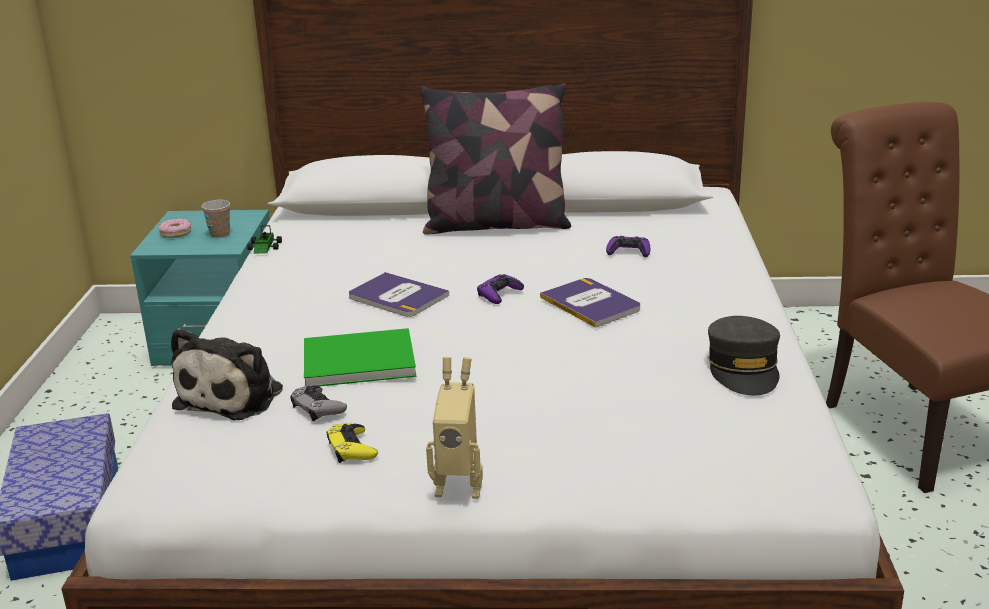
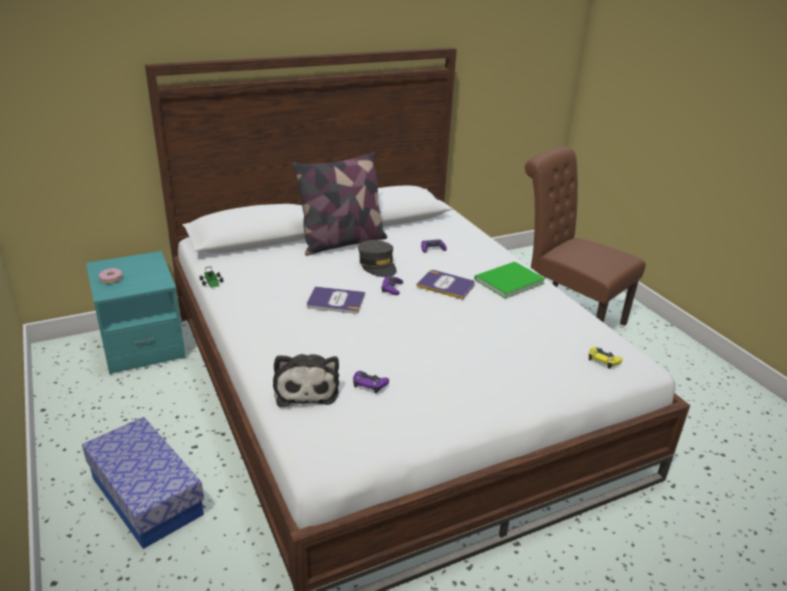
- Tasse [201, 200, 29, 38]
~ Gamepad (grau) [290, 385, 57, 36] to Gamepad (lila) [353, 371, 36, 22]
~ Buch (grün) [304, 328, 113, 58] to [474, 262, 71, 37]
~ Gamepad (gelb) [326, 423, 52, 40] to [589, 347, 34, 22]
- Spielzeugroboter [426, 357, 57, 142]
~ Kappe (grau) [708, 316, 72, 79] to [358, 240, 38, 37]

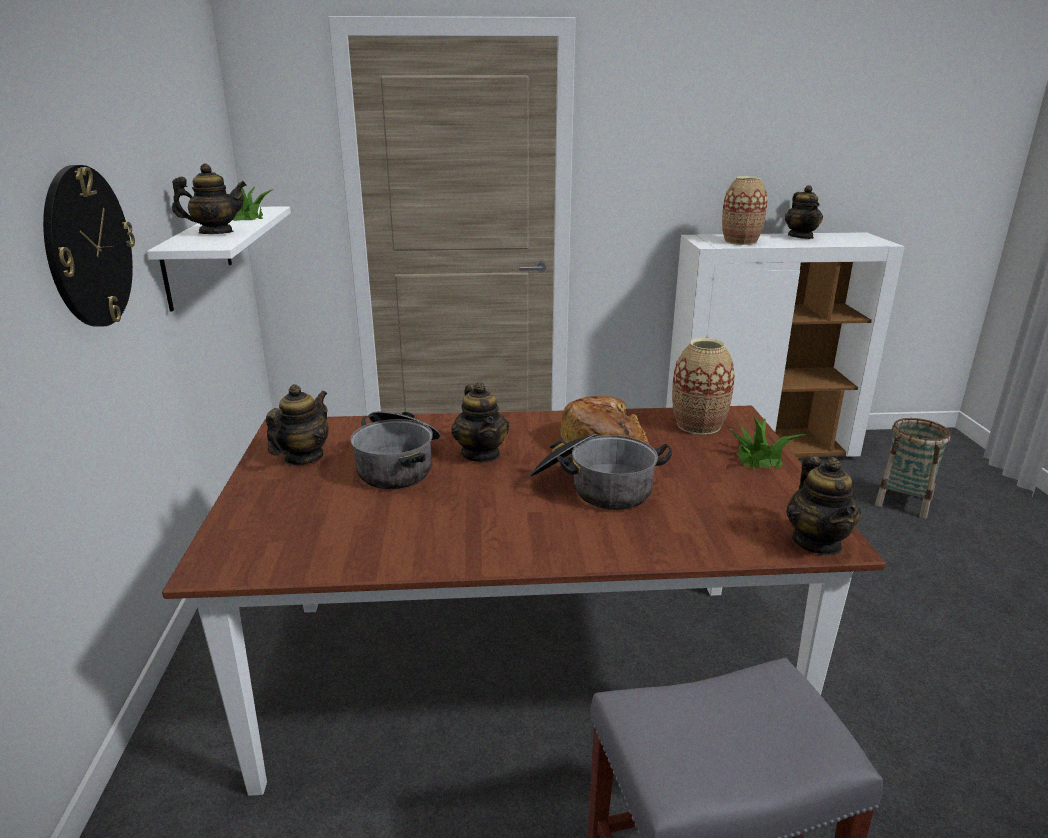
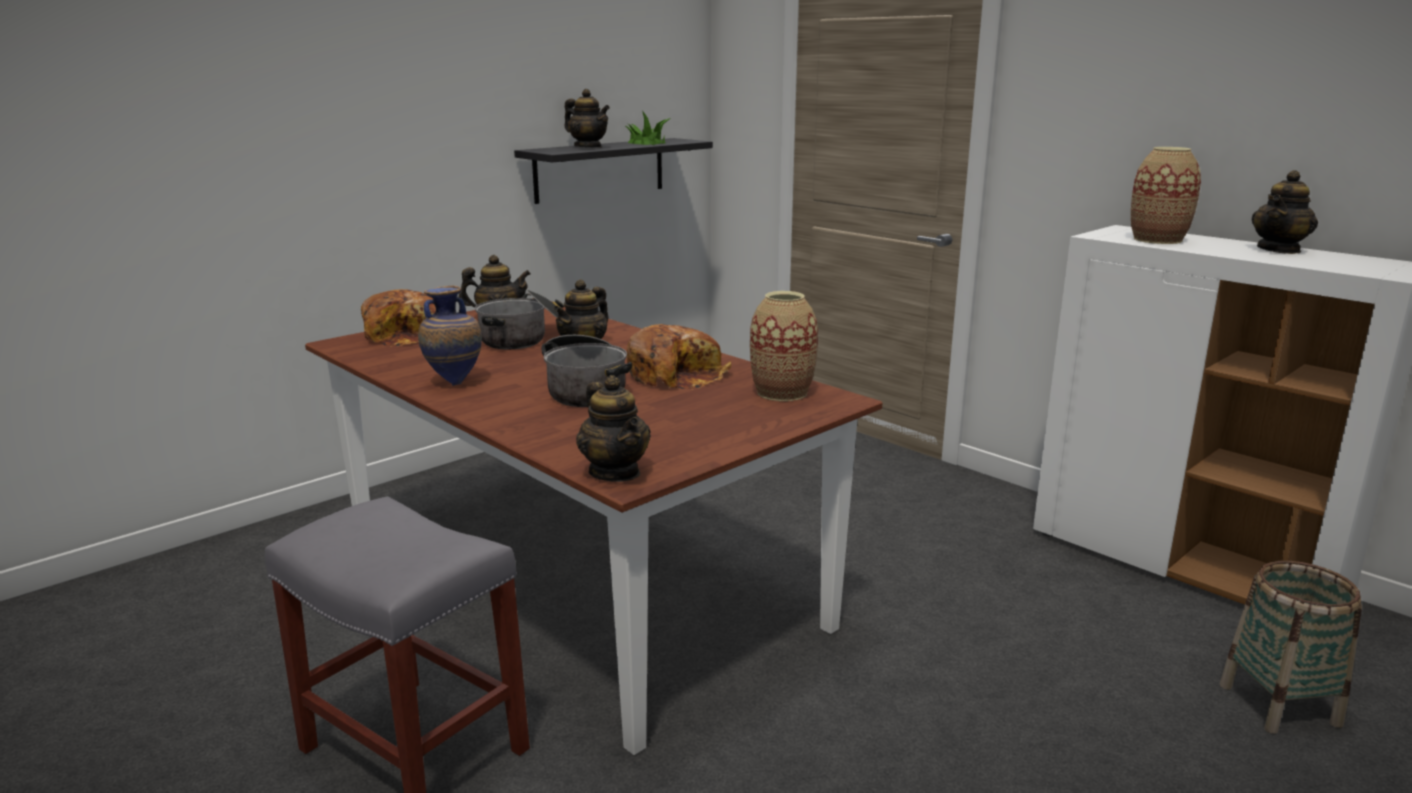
- Wanduhr [43, 165, 92, 162]
~ Wandregal (weiß) [147, 206, 144, 106] to Wandregal (schwarz) [514, 138, 199, 66]
- Topfpflanze [729, 416, 76, 54]
~ Teekanne [786, 455, 75, 101] = [576, 375, 75, 107] 75 degrees counterclockwise
+ Brot [361, 289, 75, 58]
+ Vase [418, 286, 64, 100]

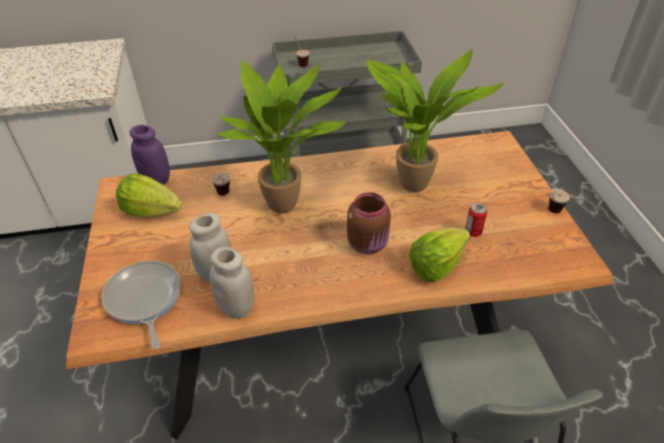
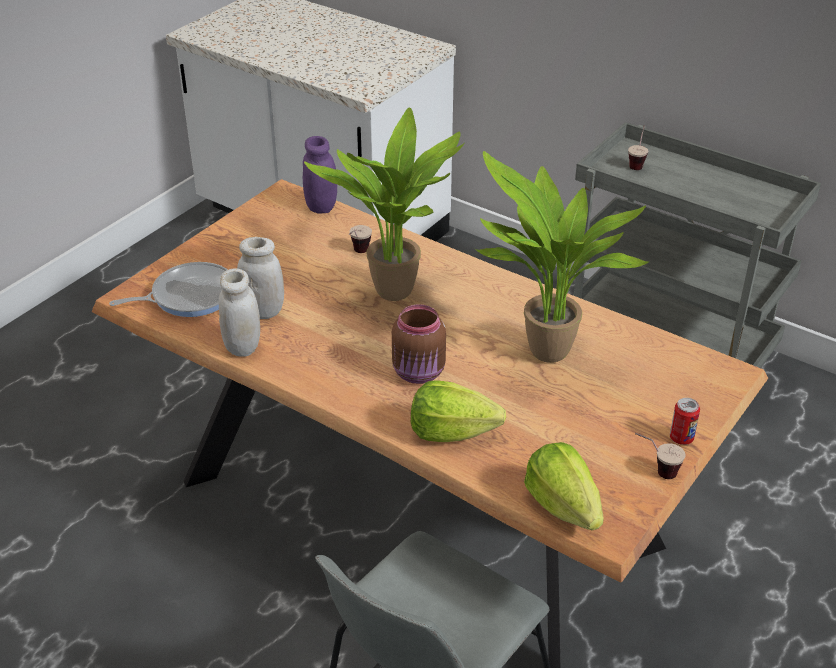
~ Pfanne [102, 261, 79, 88] = [109, 262, 119, 55] 45 degrees clockwise
~ Salatkopf [116, 174, 67, 44] to [524, 442, 80, 88]
~ Dose [465, 203, 22, 34] to [670, 398, 30, 47]

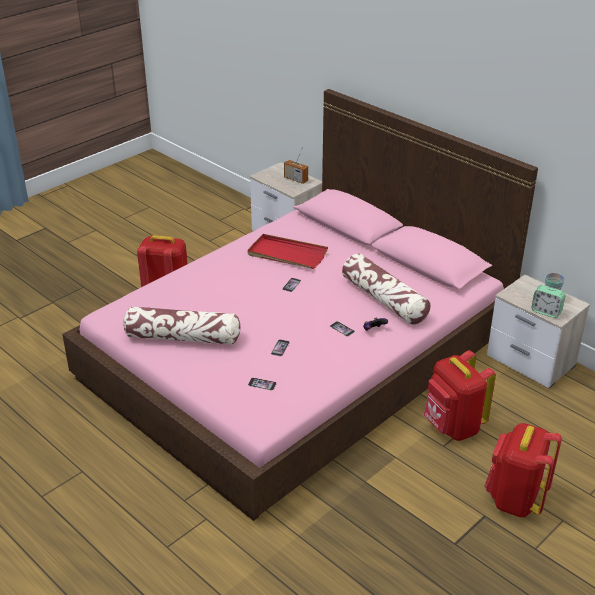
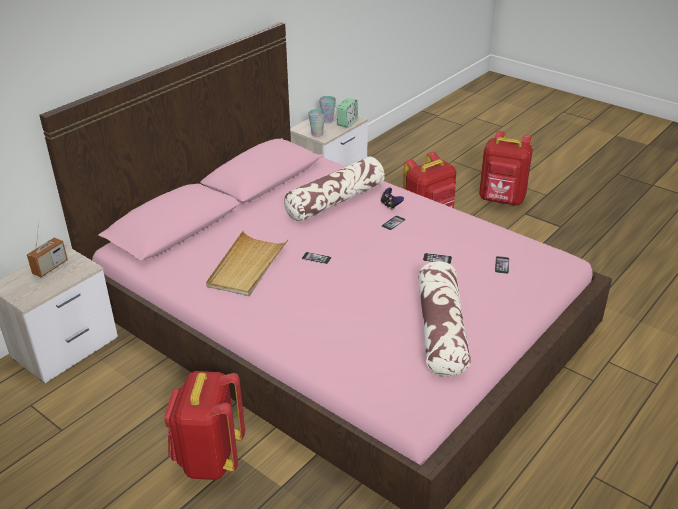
~ Tablett (rot) [247, 234, 81, 35] to Tablett (beige) [206, 231, 82, 65]
+ Tasse [308, 109, 17, 28]

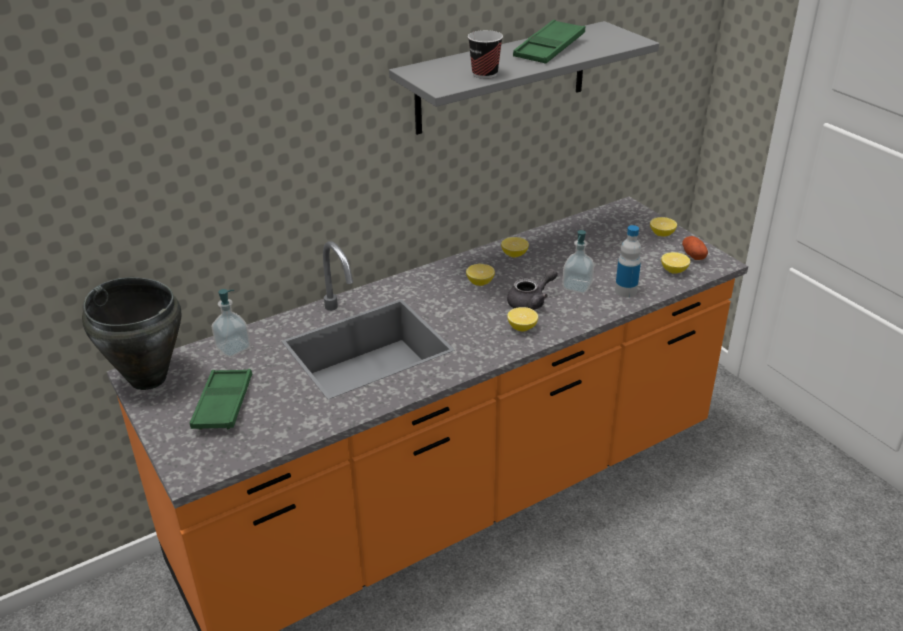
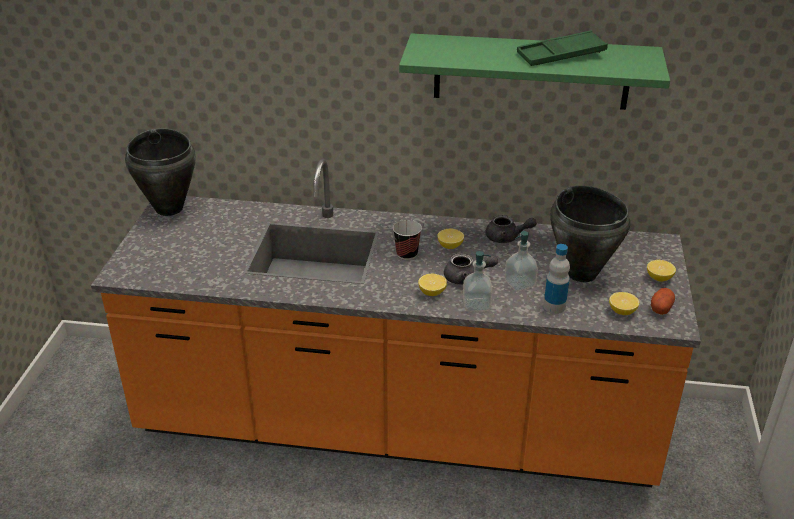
- Tablett (grün) [190, 369, 62, 61]
~ Seifenspender [212, 289, 39, 68] to [463, 251, 29, 61]
~ Wandregal (grau) [389, 21, 270, 114] to Wandregal (grün) [399, 33, 271, 77]
~ Tasse [468, 30, 35, 49] to [393, 220, 29, 40]
~ Zitrone [501, 237, 28, 20] to Teekanne (grau) [486, 215, 51, 28]
+ Kochtopf (schwarz) [550, 186, 80, 96]

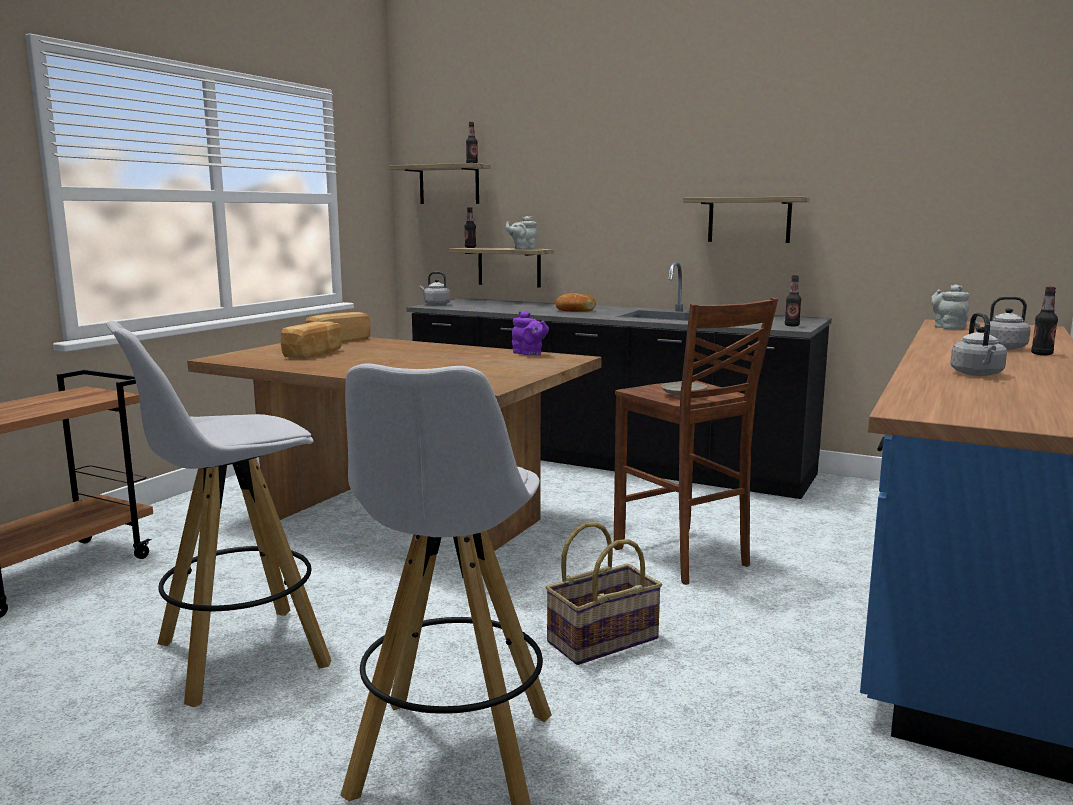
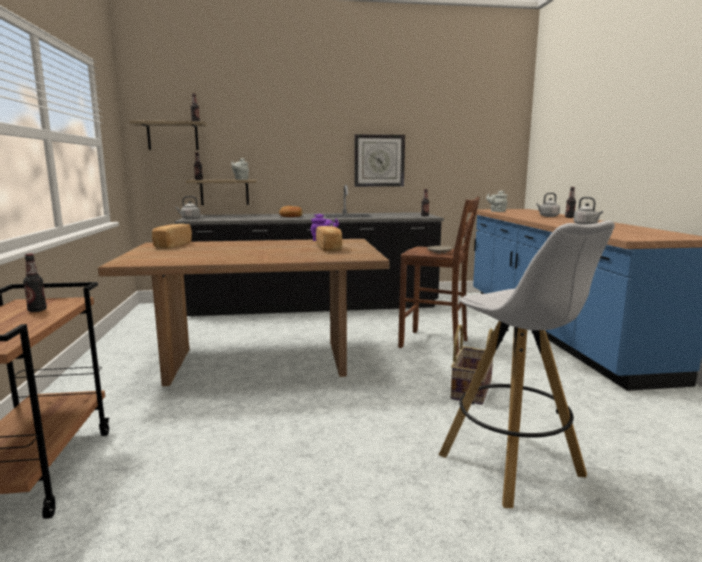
- Hocker (weiß) [106, 321, 226, 386]
~ Brot [281, 322, 61, 36] to [316, 226, 26, 25]
~ Wandregal [683, 197, 127, 46] to Wanduhr [354, 134, 51, 53]
+ Flasche [23, 254, 24, 58]

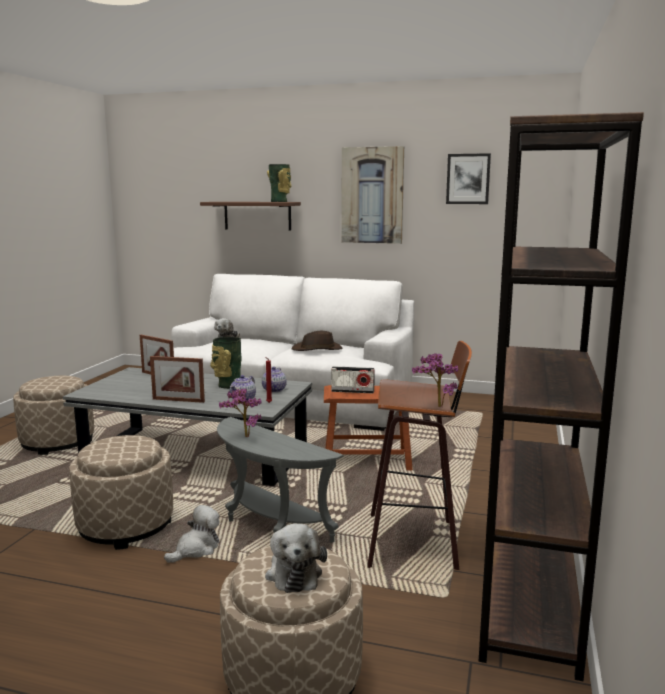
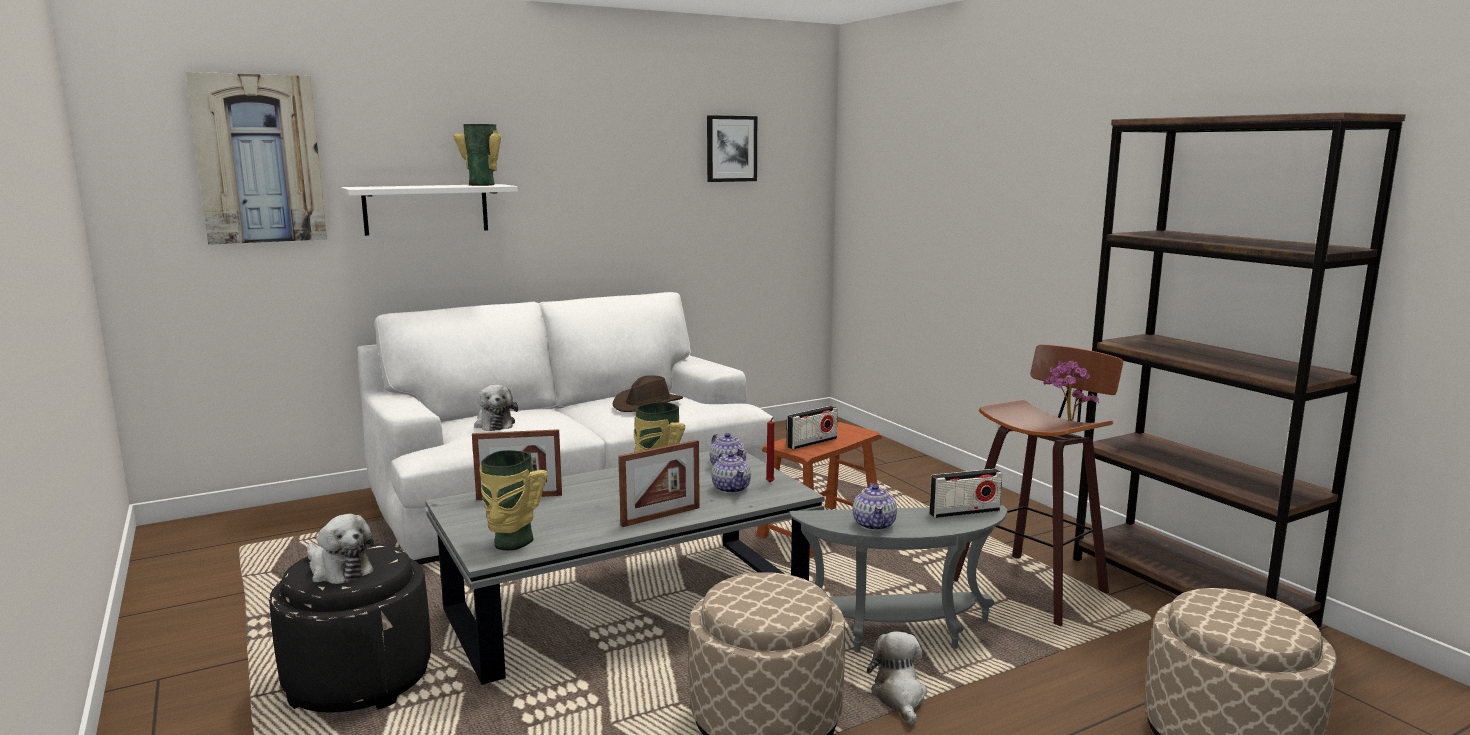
~ Polsterhocker (beige) [13, 376, 81, 79] to Polsterhocker (schwarz) [269, 543, 162, 170]
~ Wandregal (braun) [200, 202, 101, 29] to Wandregal (weiß) [341, 184, 177, 52]
~ Topfpflanze [219, 388, 43, 49] to Teekanne [853, 483, 44, 48]
~ Plüschtier [265, 523, 62, 70] to [307, 514, 67, 70]
~ Bild [341, 146, 63, 98] to [186, 72, 141, 173]
+ Vase [479, 450, 69, 101]
+ Radio [929, 469, 73, 49]

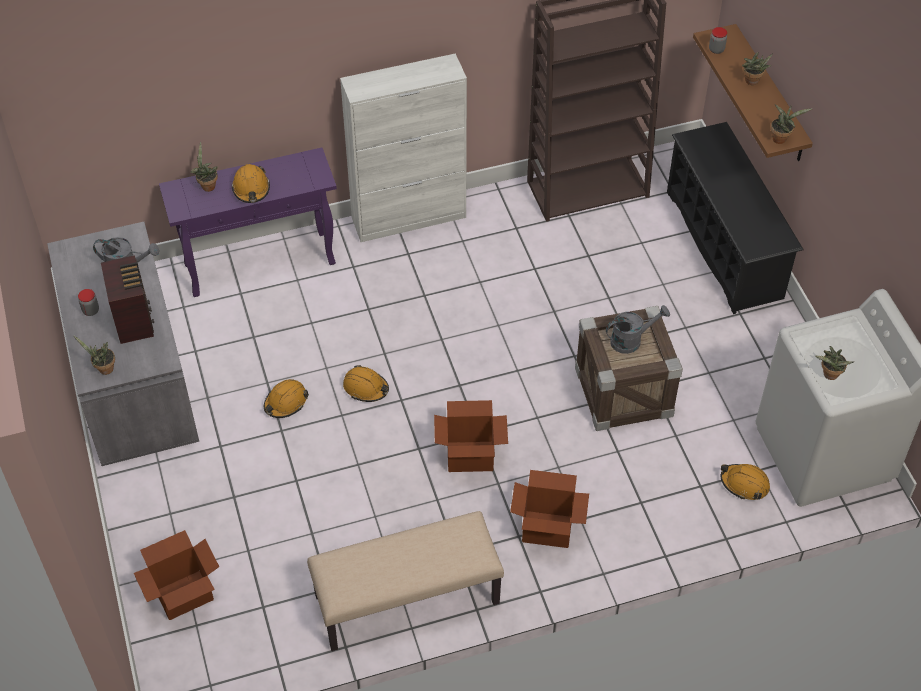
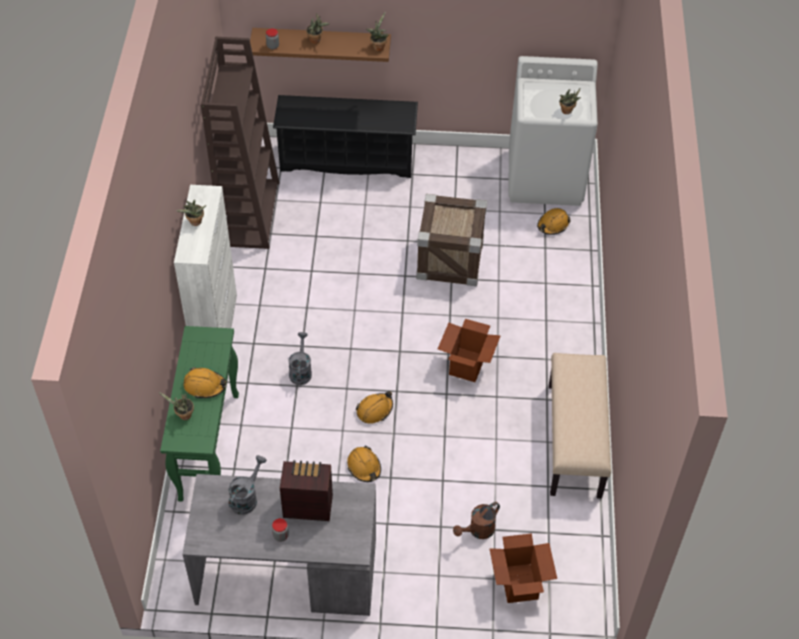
~ Topfpflanze [73, 335, 42, 40] to [176, 200, 31, 26]
~ Konsolentisch (lila) [159, 148, 178, 149] to Konsolentisch (grün) [160, 326, 79, 176]
- Karton [510, 470, 79, 78]
~ Gießkanne (grau) [606, 305, 64, 49] to [288, 332, 24, 53]
+ Gießkanne (braun) [453, 502, 47, 37]

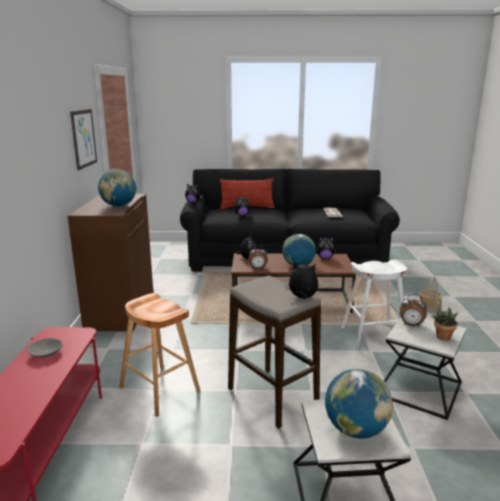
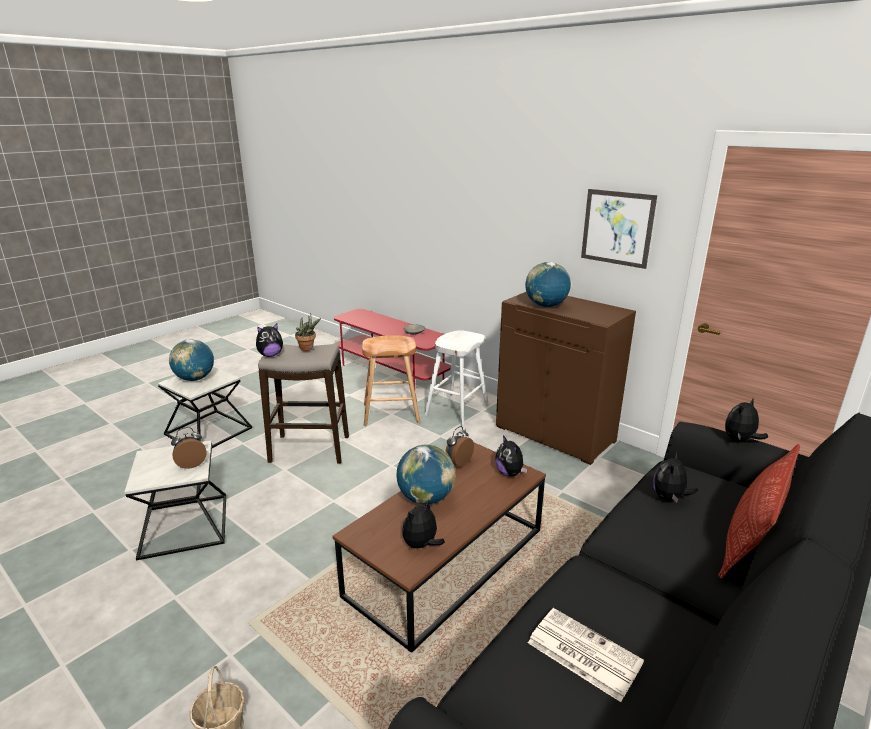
~ Hocker (weiß) [341, 260, 66, 90] to [424, 330, 64, 97]
~ Topfpflanze [431, 291, 27, 49] to [295, 313, 26, 38]

